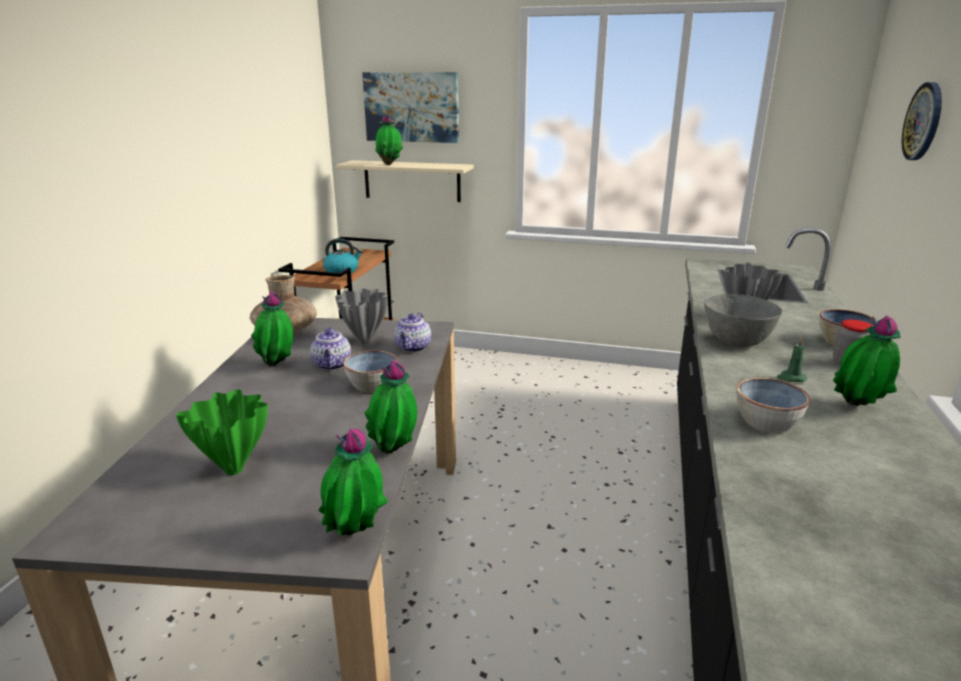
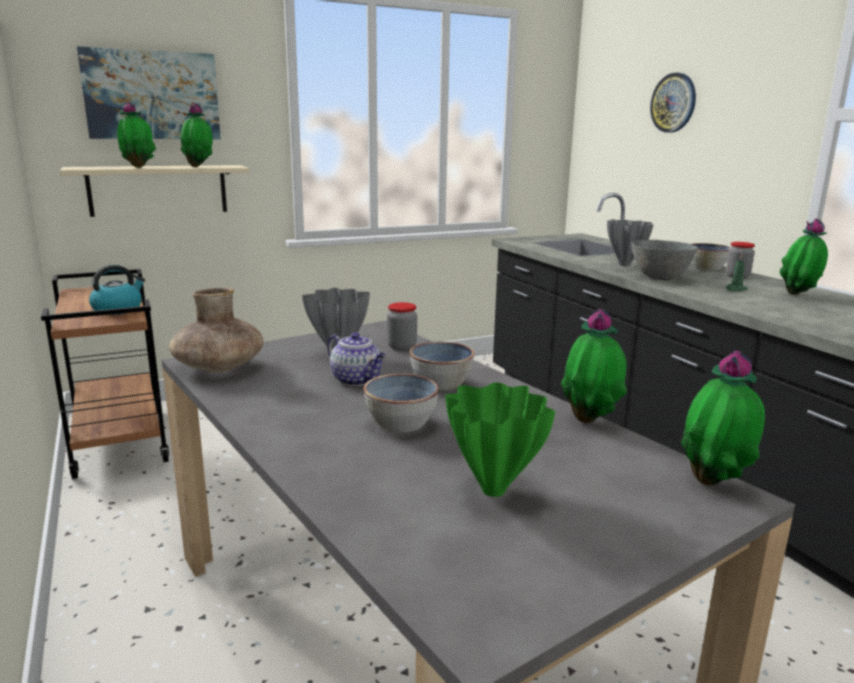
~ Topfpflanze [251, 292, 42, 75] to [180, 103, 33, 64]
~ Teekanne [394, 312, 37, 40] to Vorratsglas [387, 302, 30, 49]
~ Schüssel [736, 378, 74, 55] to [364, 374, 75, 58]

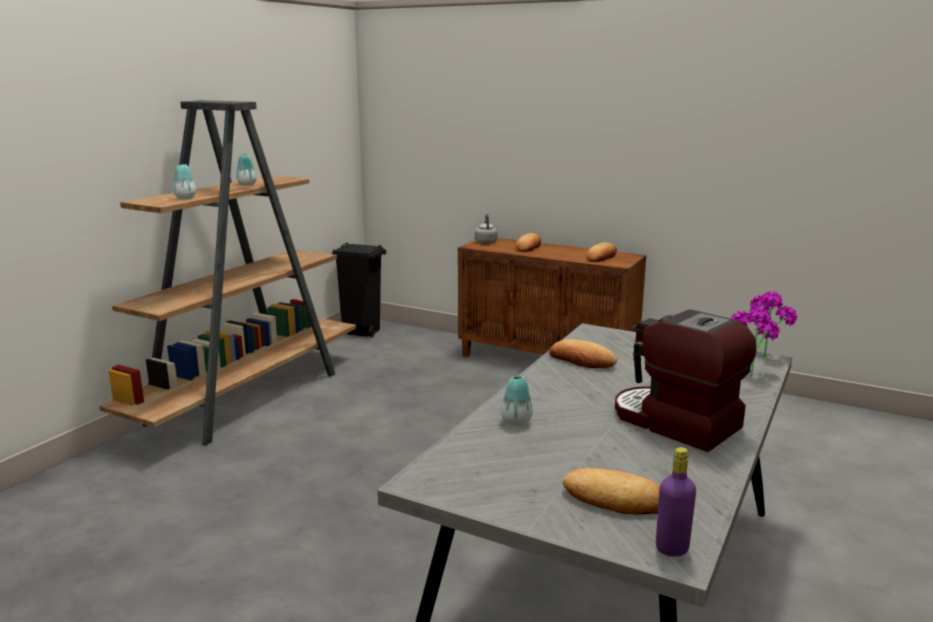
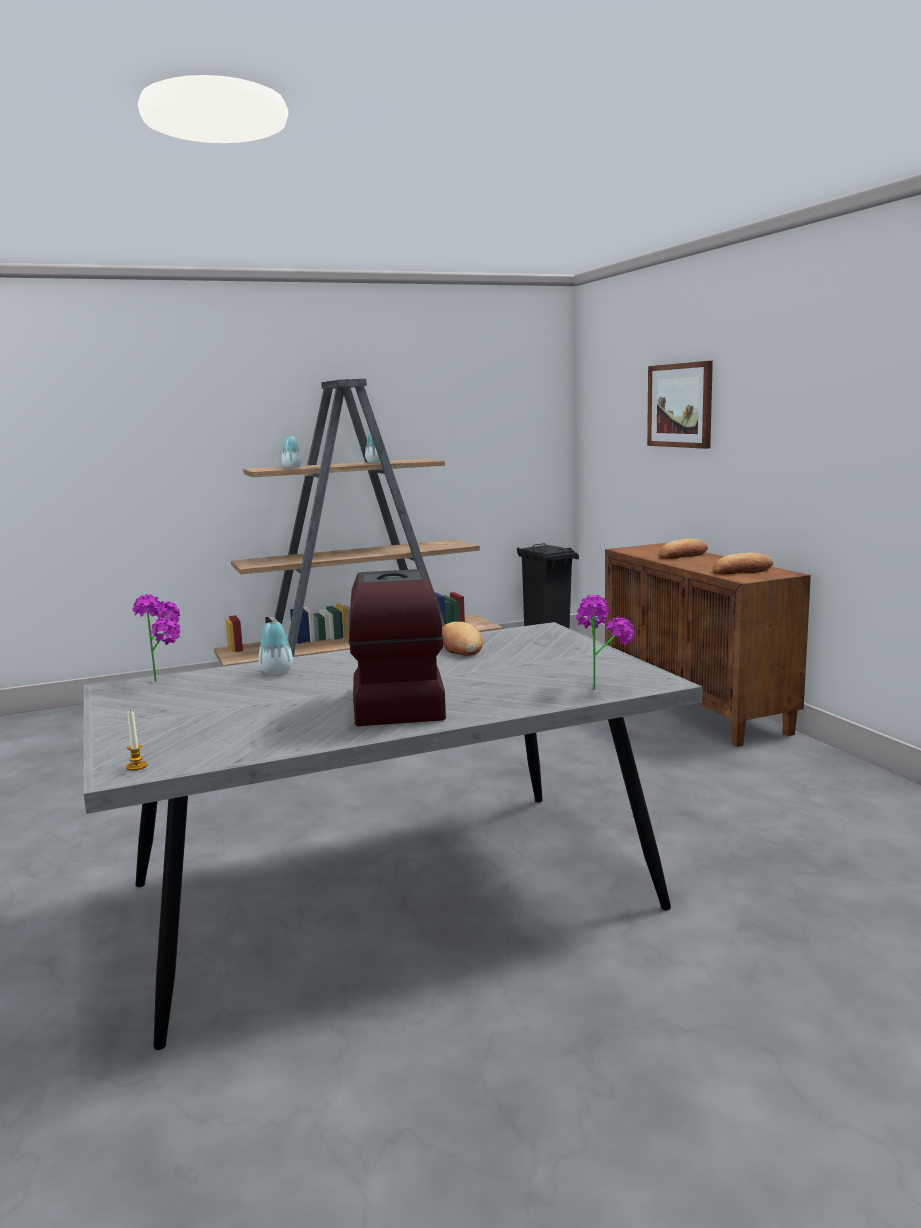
- Wasserkessel (grau) [475, 214, 22, 30]
- Brot [563, 468, 97, 46]
~ Flasche (lila) [656, 447, 40, 110] to Kerze [126, 711, 22, 60]
~ Topfpflanze [750, 291, 47, 66] to [133, 594, 48, 88]
+ Bild [647, 361, 66, 88]

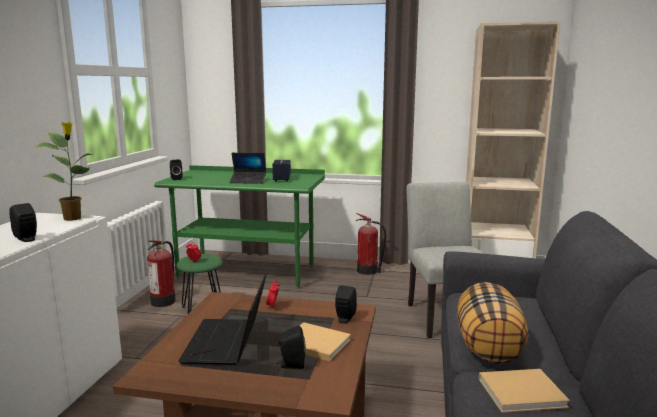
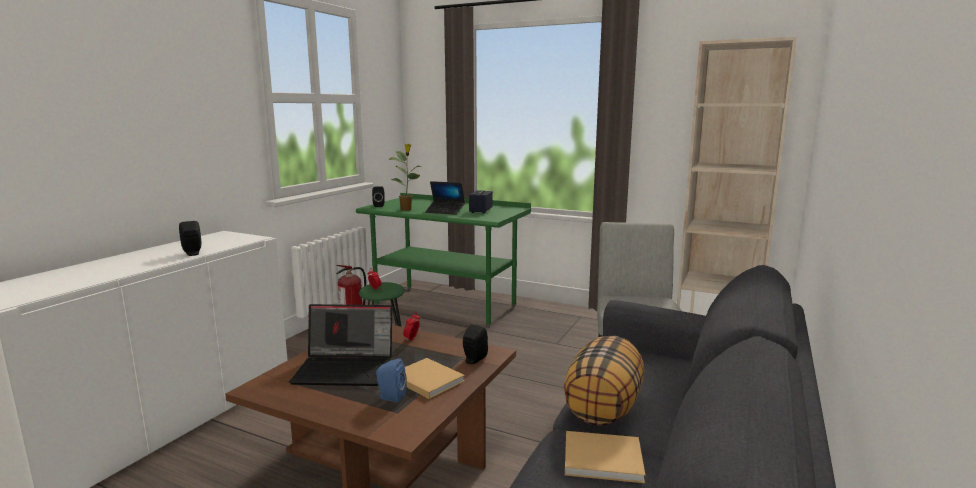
~ Topfpflanze [36, 122, 56, 99] to [389, 144, 32, 67]
~ Laptop [178, 274, 88, 91] = [289, 304, 103, 82] 105 degrees counterclockwise
~ Lautsprecher (schwarz) [278, 326, 28, 43] to Lautsprecher (blau) [376, 358, 31, 44]
- Feuerlöscher [355, 213, 31, 62]

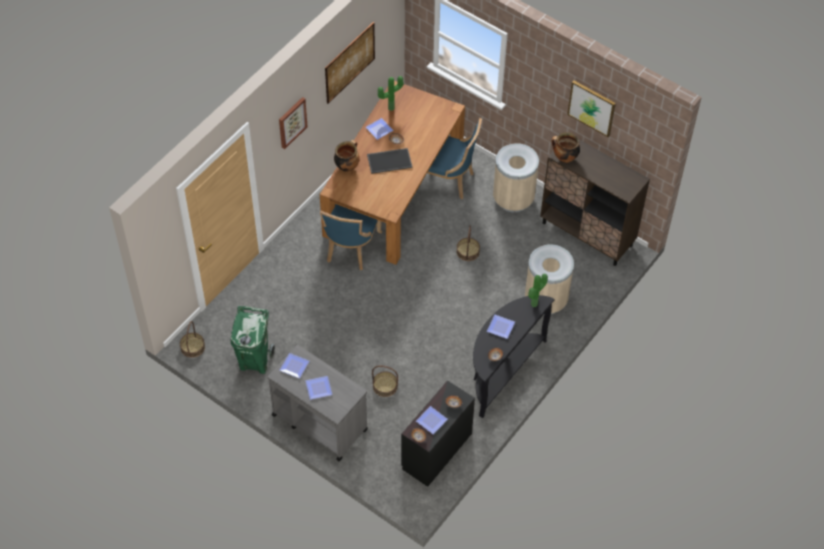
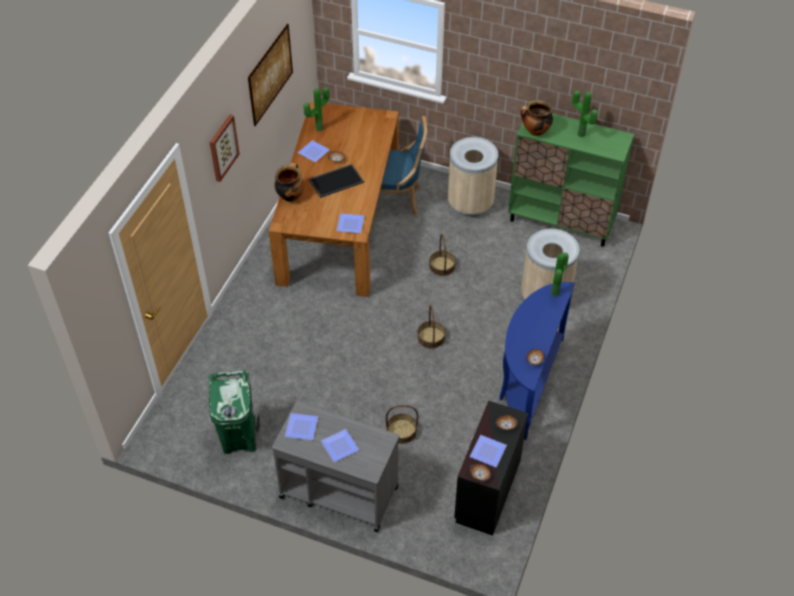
~ Korb [180, 321, 25, 37] to [417, 305, 29, 44]
- Stuhl (blau) [320, 204, 62, 66]
~ Konsolentisch (schwarz) [473, 295, 82, 123] to Konsolentisch (blau) [499, 282, 76, 158]
~ Teller [487, 315, 28, 24] to [336, 213, 28, 20]
~ Schrank (braun) [540, 140, 110, 126] to Schrank (grün) [508, 113, 126, 134]
- Bild [567, 80, 49, 57]
+ Topfpflanze [572, 91, 26, 47]

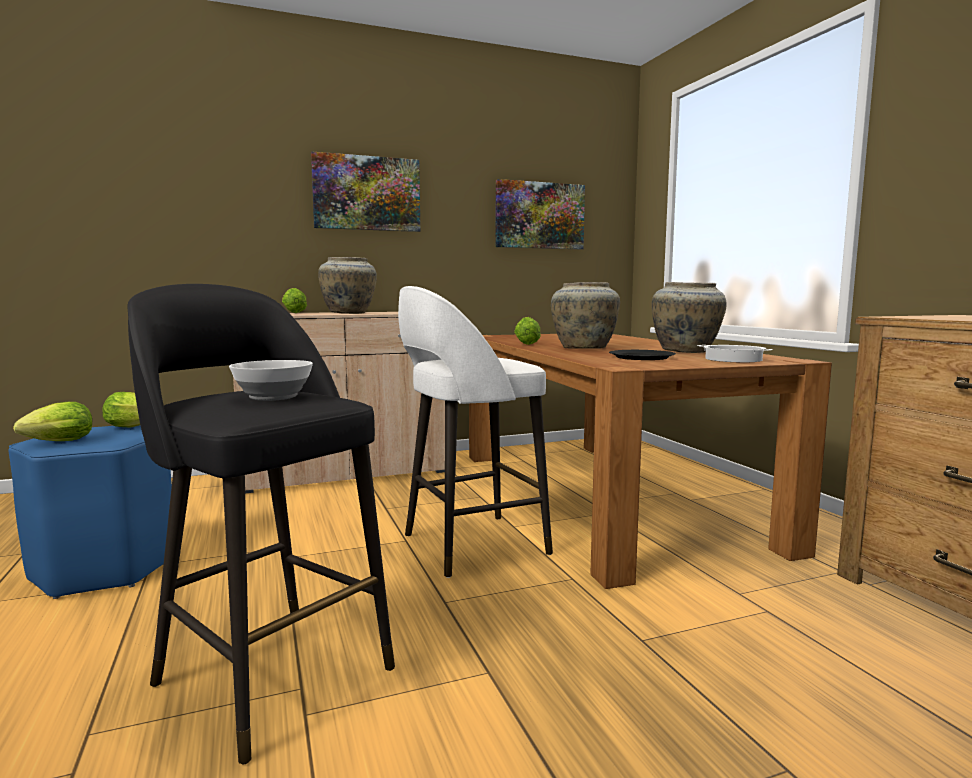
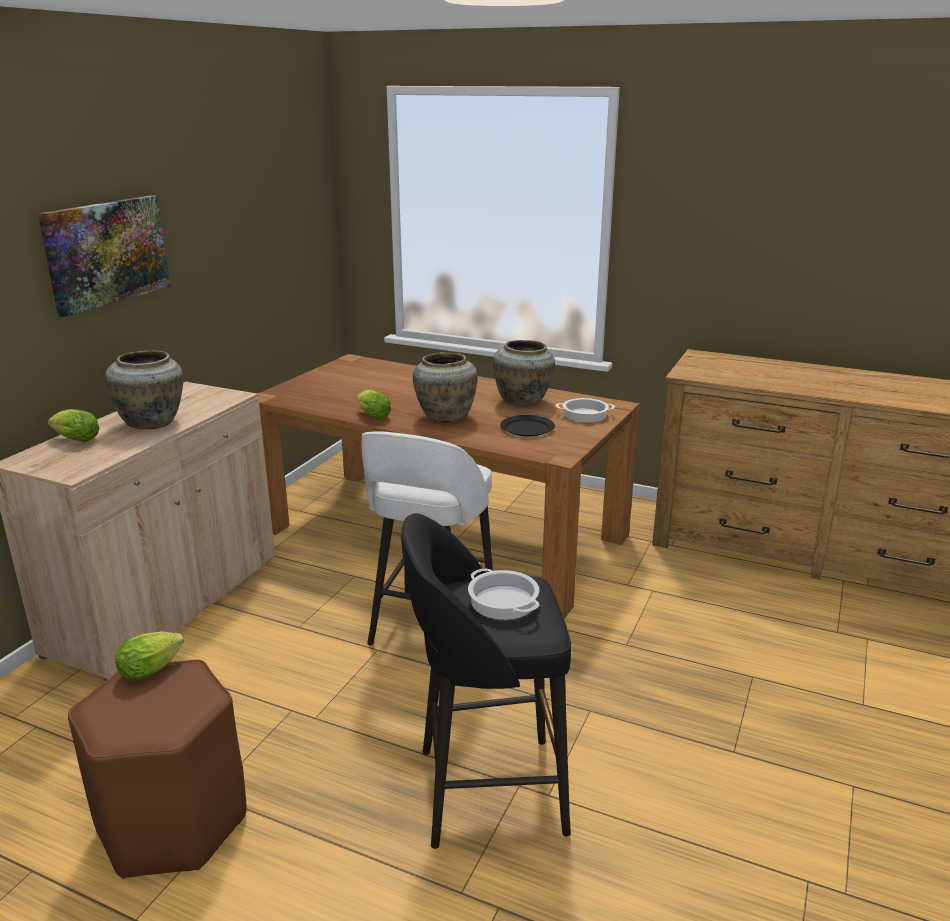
~ Hocker (blau) [9, 425, 163, 174] to Hocker (braun) [68, 660, 178, 219]
- Salatkopf [13, 402, 79, 39]
~ Schüssel [229, 360, 84, 41] to Kochtopf [468, 569, 71, 51]
- Bild [496, 179, 89, 70]

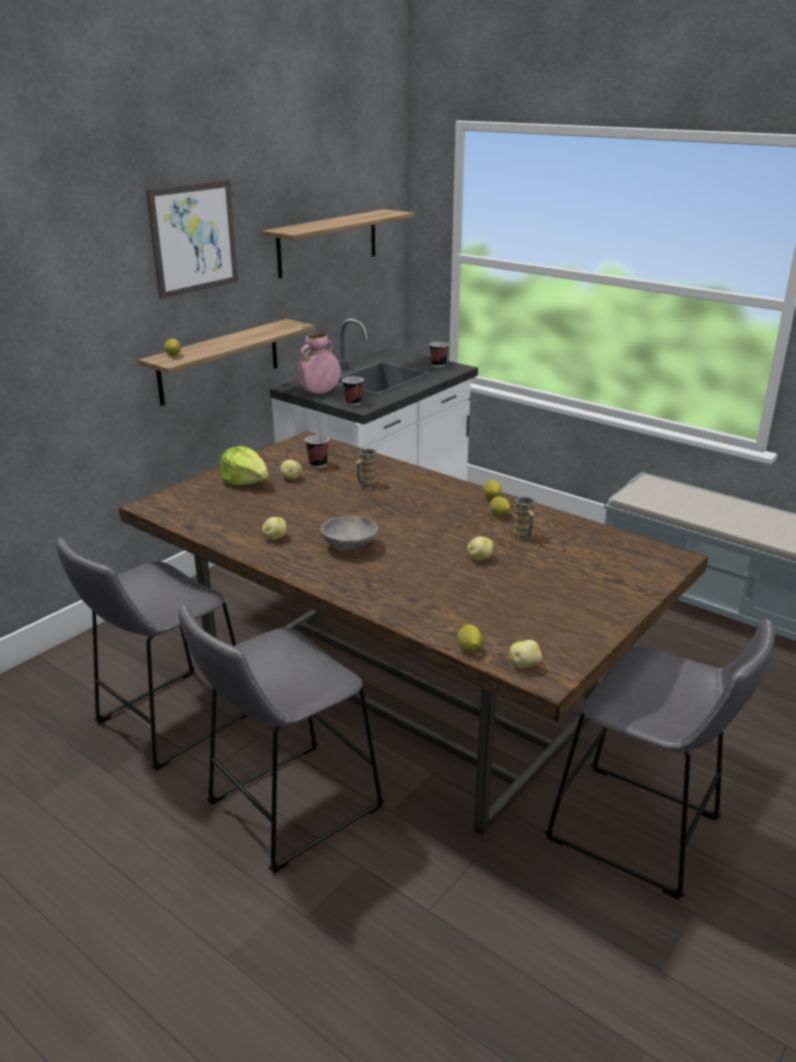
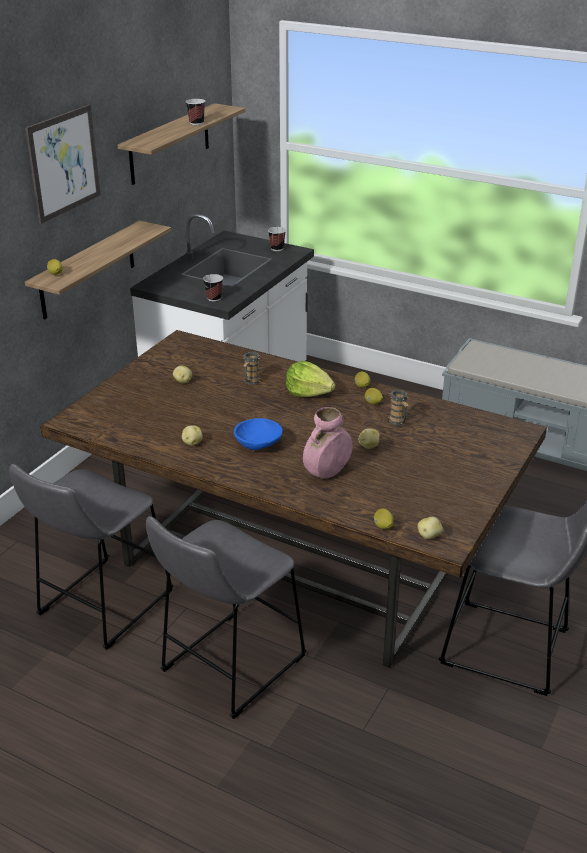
~ Salatkopf [220, 446, 49, 39] to [286, 361, 49, 36]
~ Vase (rosa) [297, 333, 44, 61] to [303, 407, 50, 72]
~ Tasse [305, 435, 24, 33] to [186, 99, 19, 26]
~ Schüssel (grau) [320, 516, 58, 34] to Schüssel (blau) [234, 418, 49, 32]

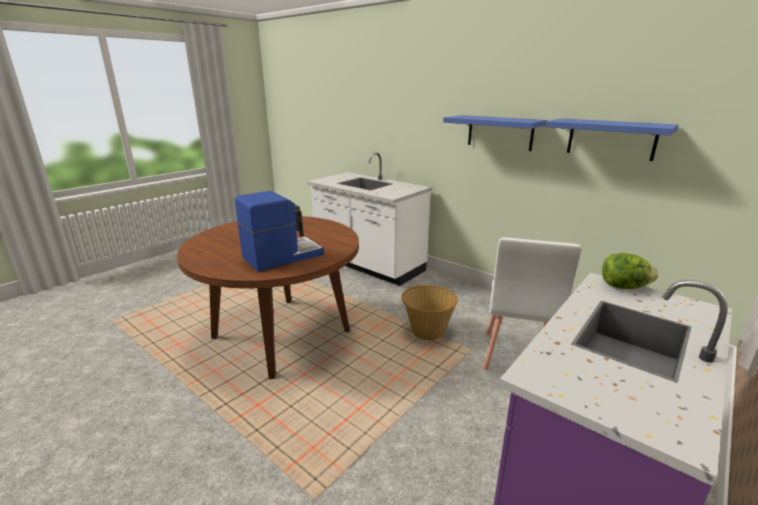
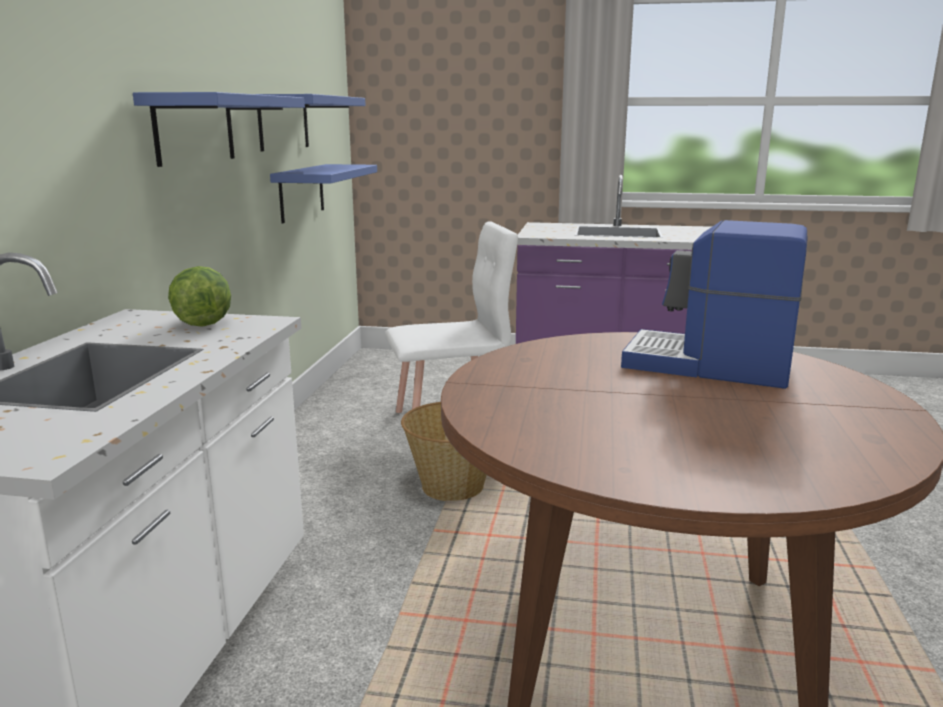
~ Salatkopf [602, 253, 56, 36] to [168, 266, 63, 60]
+ Wandregal (blau) [270, 164, 107, 59]

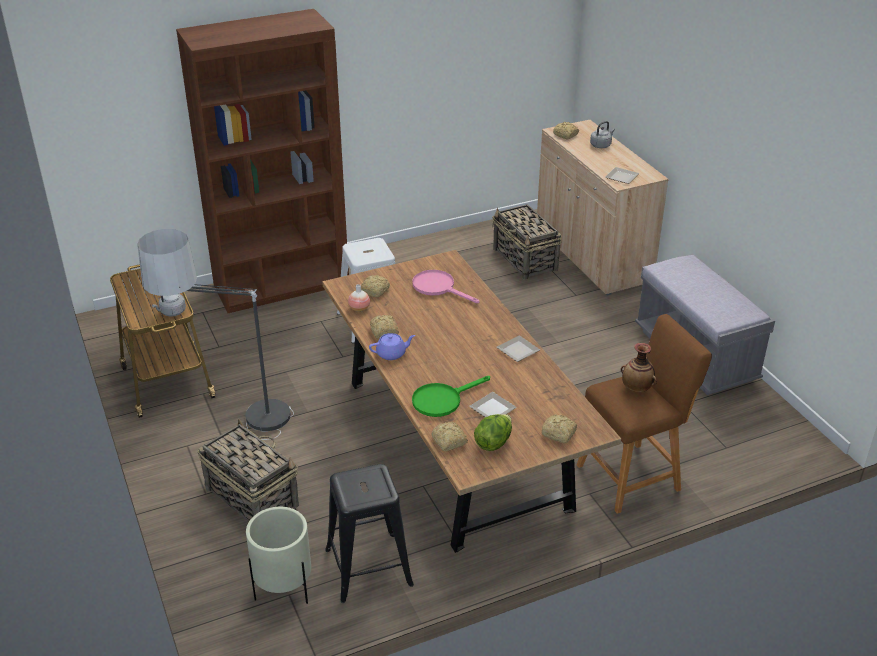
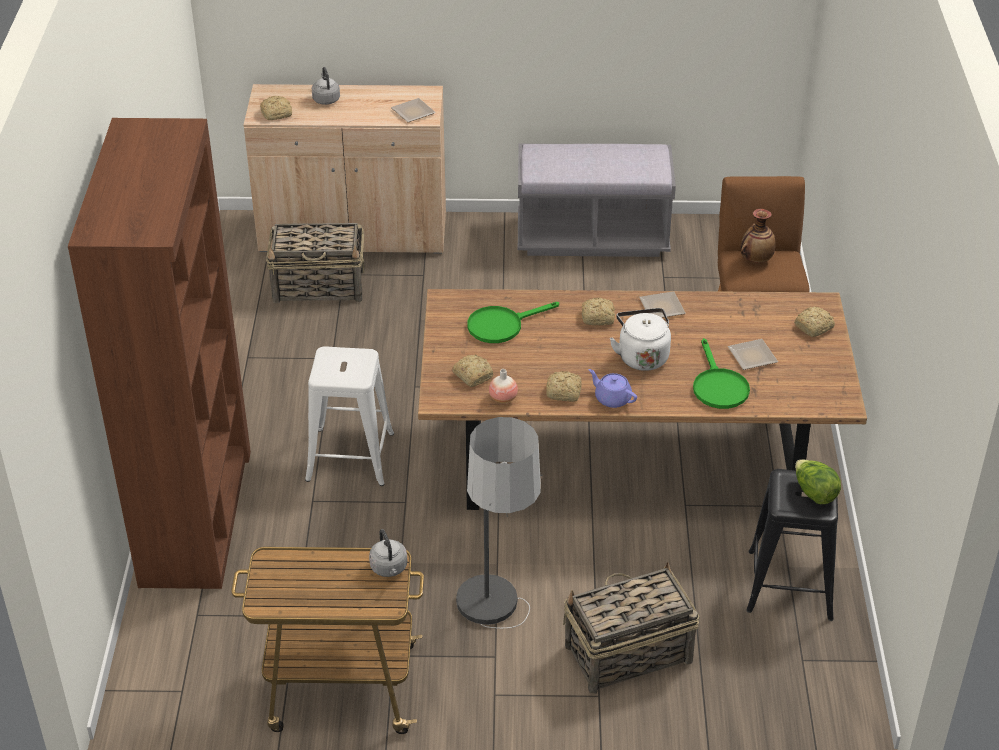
- Pflanzkübel (beige) [246, 507, 65, 97]
~ Teekanne (lila) [369, 333, 46, 27] = [588, 369, 49, 39] 60 degrees counterclockwise
~ Pfanne (rosa) [412, 270, 67, 33] to Pfanne (grün) [467, 302, 92, 41]
~ Brot [432, 422, 36, 29] to [582, 297, 33, 28]
~ Salatkopf [474, 414, 38, 37] to [795, 459, 46, 45]
+ Wasserkessel (weiß) [610, 308, 61, 63]

